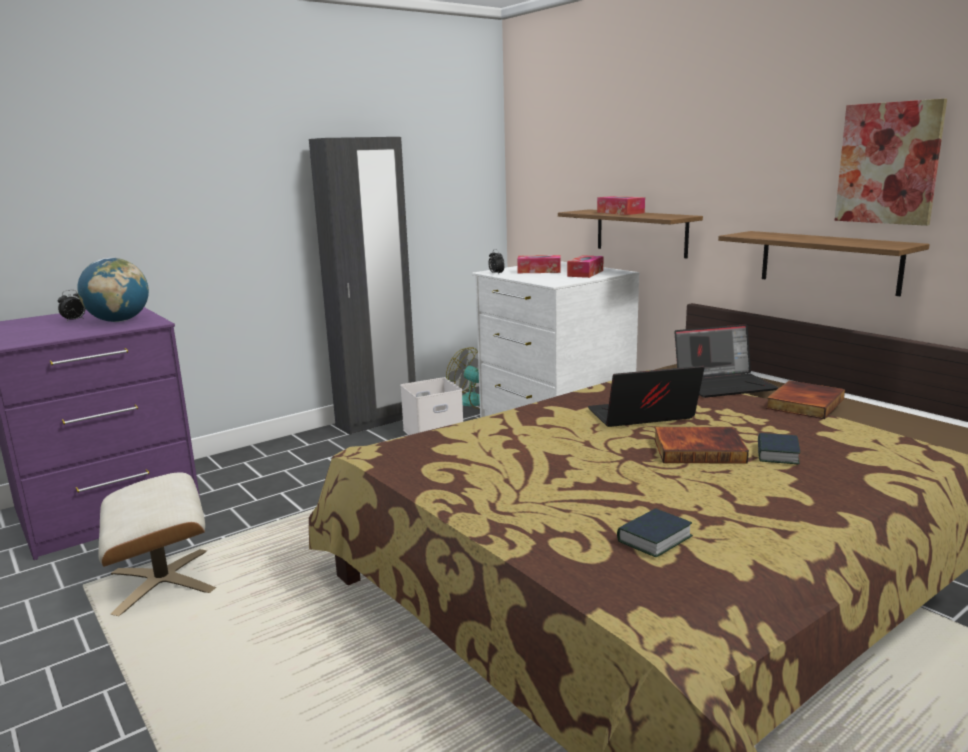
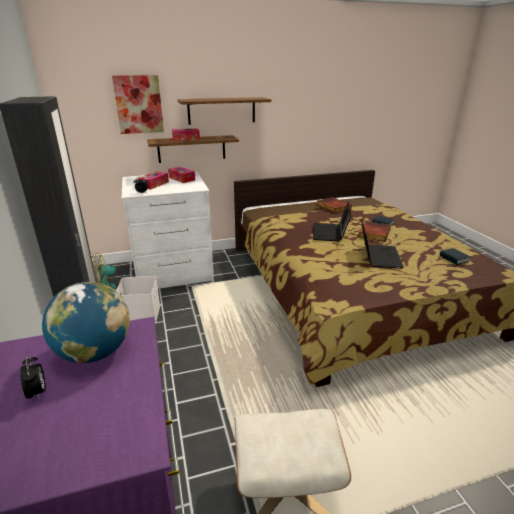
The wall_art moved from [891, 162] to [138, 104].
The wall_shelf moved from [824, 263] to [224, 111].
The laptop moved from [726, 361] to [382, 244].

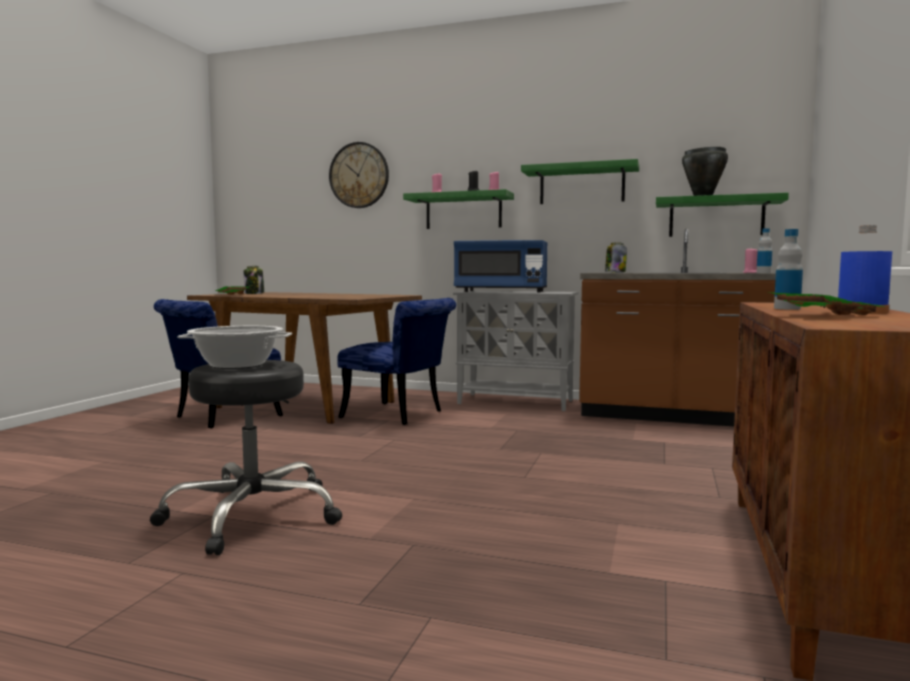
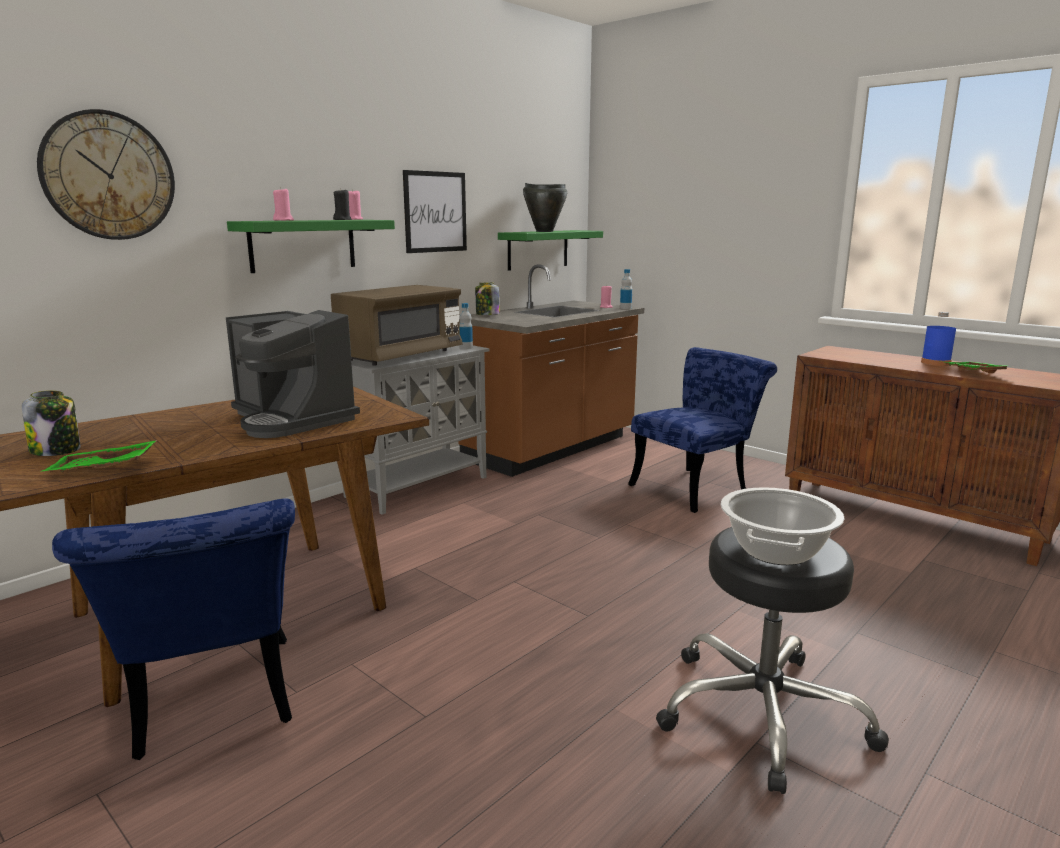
The green-coloured_wall_shelf at [580, 181] was replaced by the wall_art at [435, 211].
The drink_bottle moved from [788, 269] to [466, 326].
The blue-coloured_microwave at [500, 266] became the brownish_microwave at [396, 325].
The blue-coloured_chair moved from [396, 361] to [702, 430].
The coffee_brewer at [293, 374] appeared.

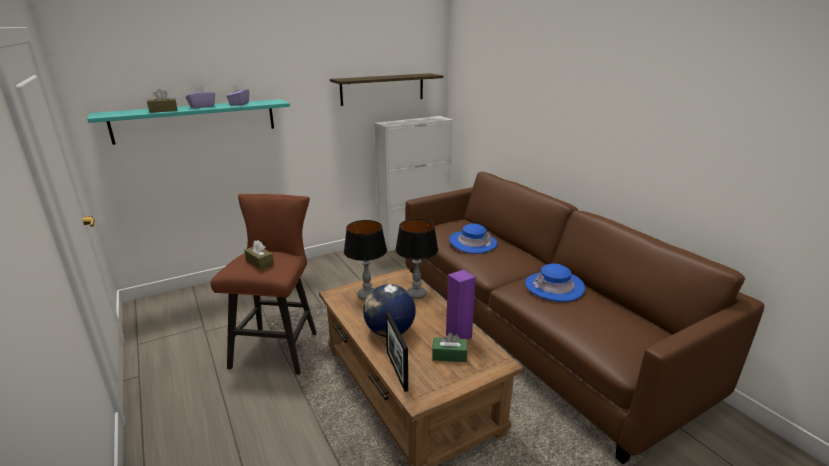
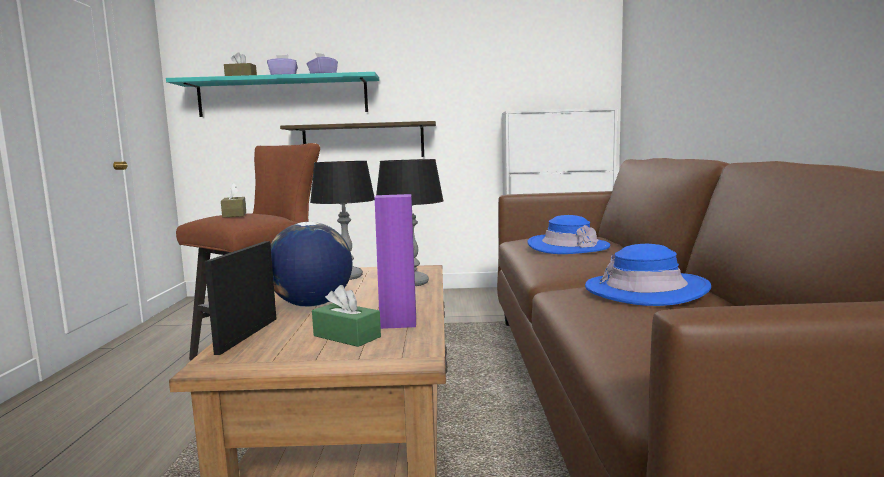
The wall_shelf moved from [386, 89] to [358, 139].

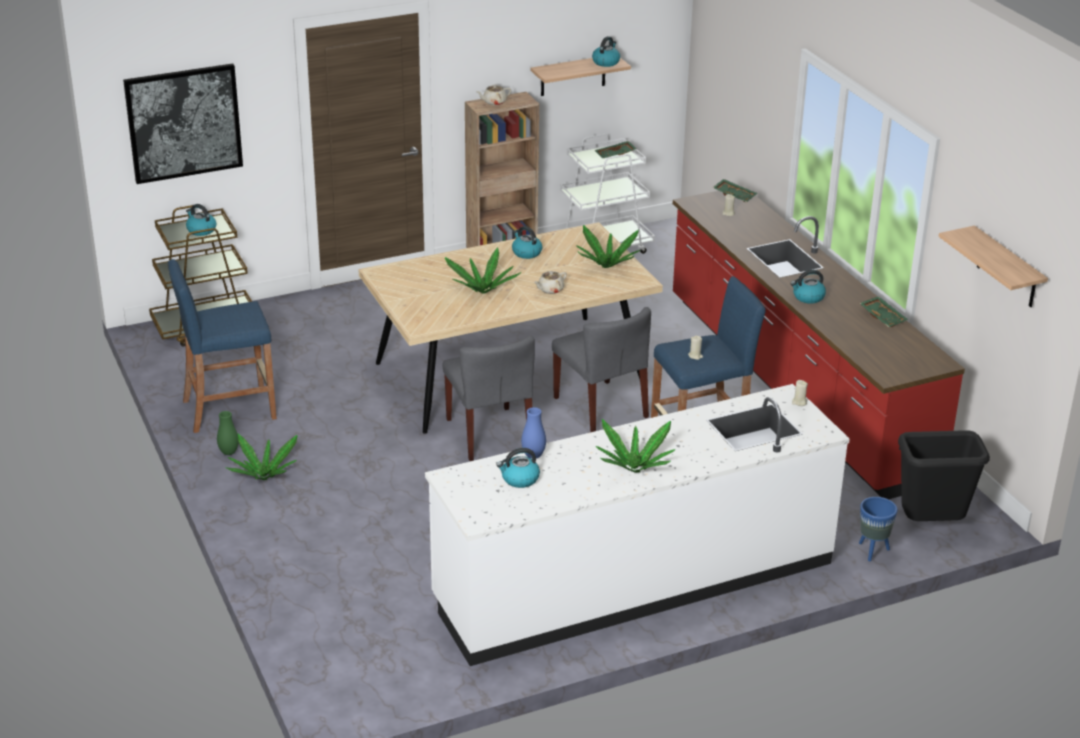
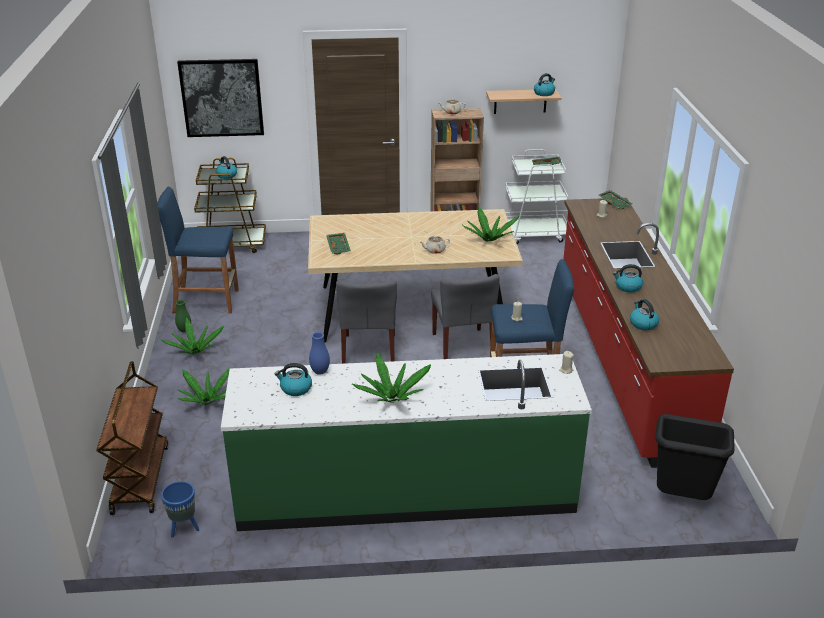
The water_kettle moved from [527, 242] to [644, 314].
The wall_shelf at [993, 266] disappeared.
The plant_in_a_pot moved from [483, 271] to [204, 386].
The green-coloured_carrying_tray moved from [884, 311] to [338, 244].
The white_counter at [637, 525] became the green-coloured_counter at [406, 442].
The blue-coloured_plant_pot moved from [878, 529] to [180, 509].
The brownish_cart at [132, 438] appeared.

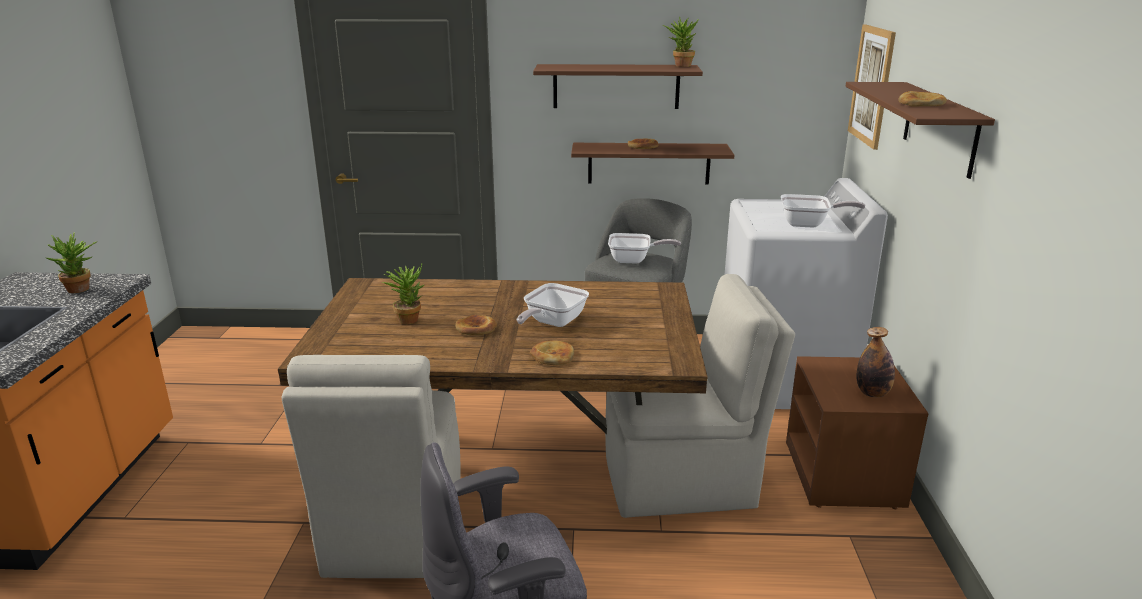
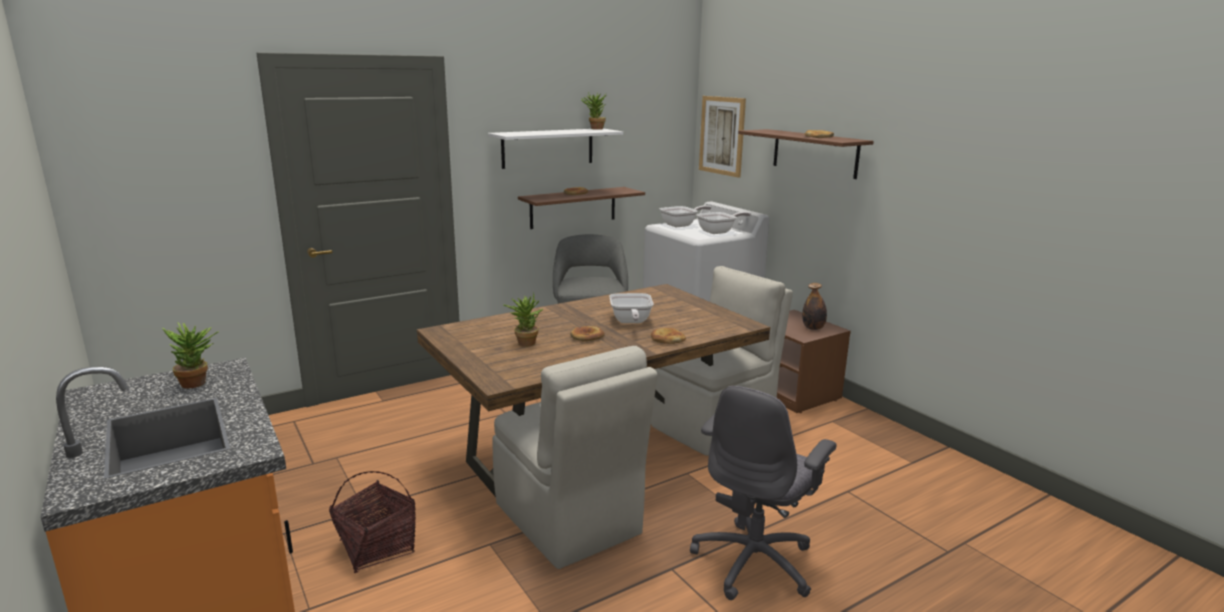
The brownish_wall_shelf at [618, 86] became the white_wall_shelf at [555, 149].
The frying_pan moved from [644, 248] to [685, 216].
The basket at [372, 522] appeared.

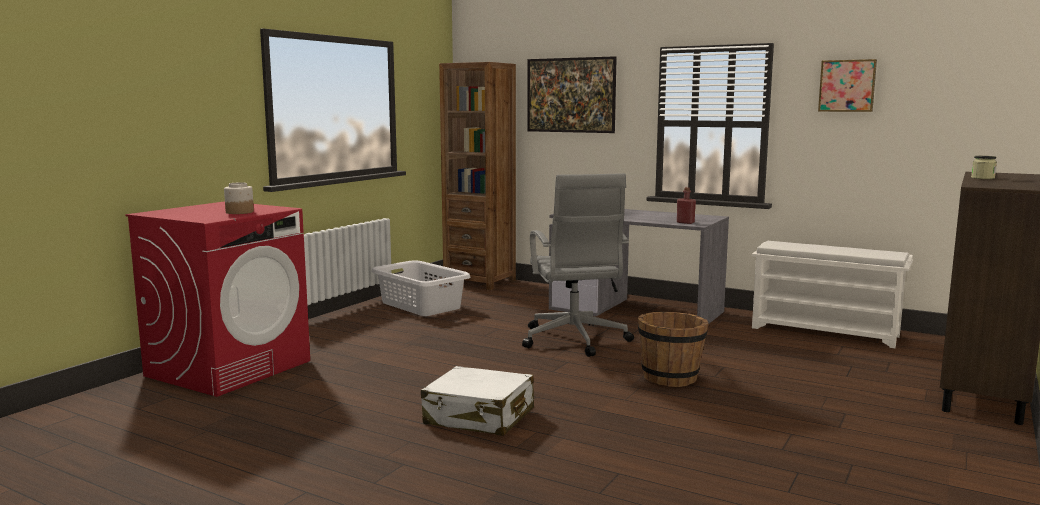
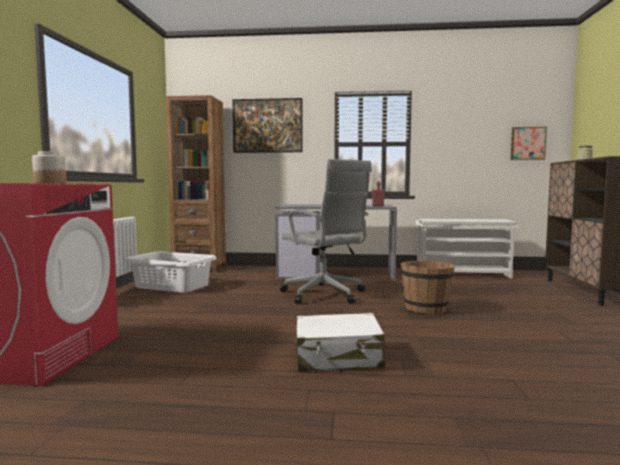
The wall_art moved from [847, 85] to [529, 143].

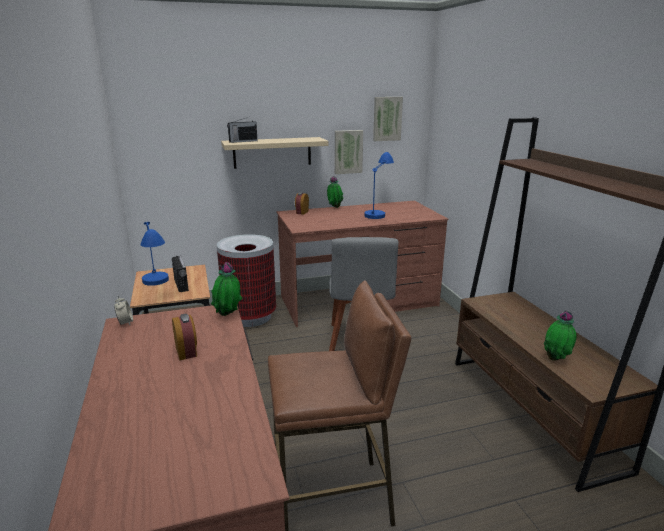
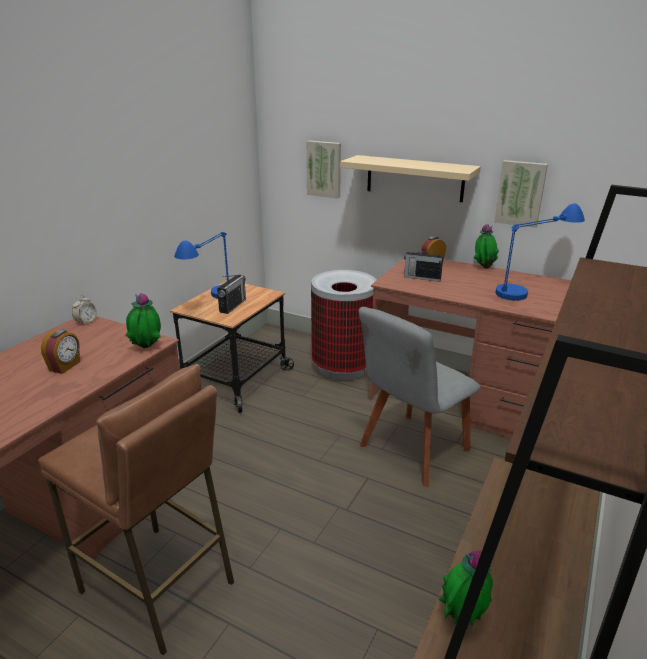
The wall_art moved from [388, 119] to [323, 169].
The radio_set moved from [242, 130] to [423, 266].

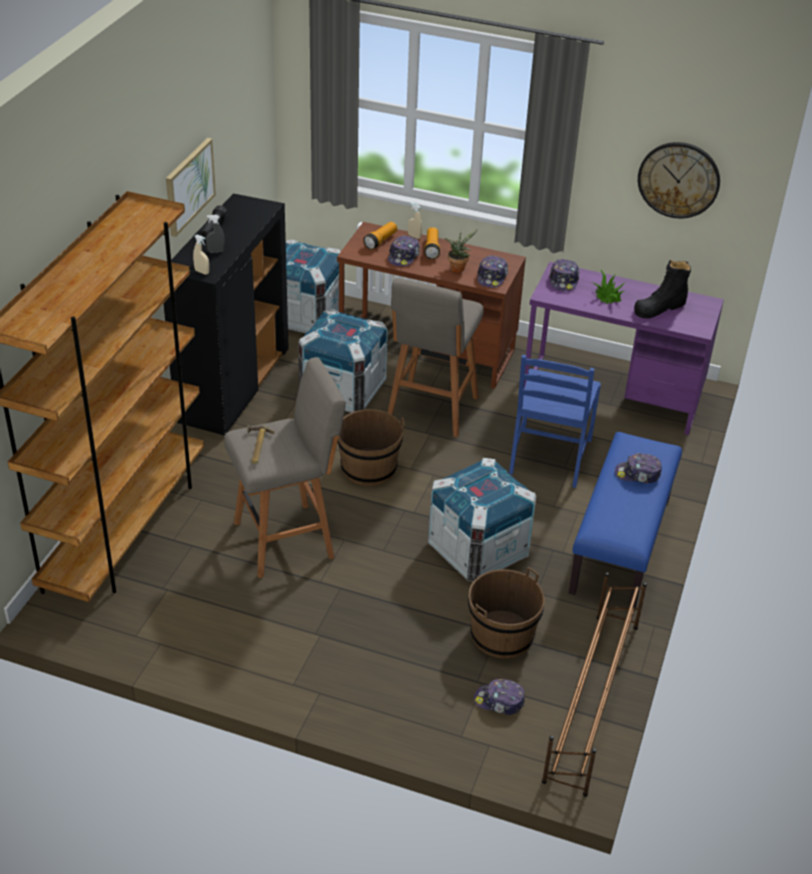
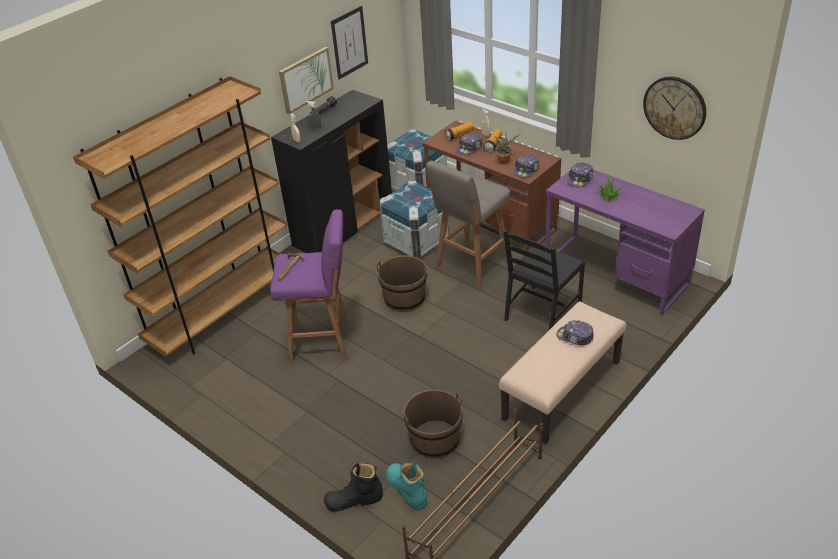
The black_tall_boot moved from [662, 289] to [353, 487].
The blue-coloured_chair at [555, 421] became the black_chair at [544, 280].
The greyish_stool at [285, 467] became the purple_stool at [309, 286].
The blue-coloured_long_seat at [625, 522] became the beige-coloured_long_seat at [562, 372].
The shipping_crate at [482, 519] disappeared.
The peaked_cap at [499, 696] was replaced by the turquoise-coloured_tall_boot at [406, 486].
The wall_art at [349, 43] appeared.

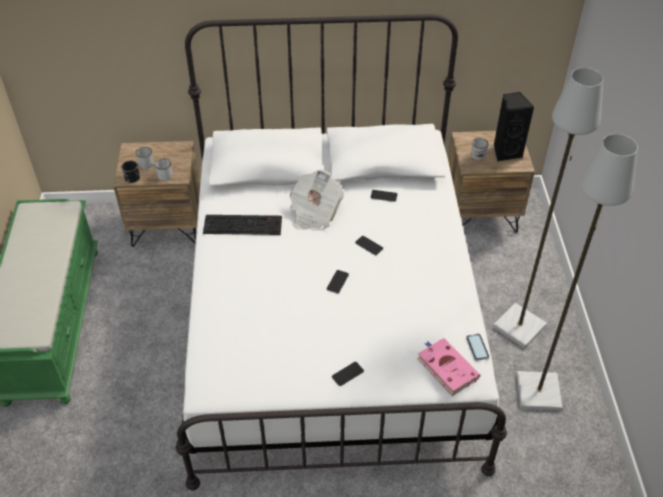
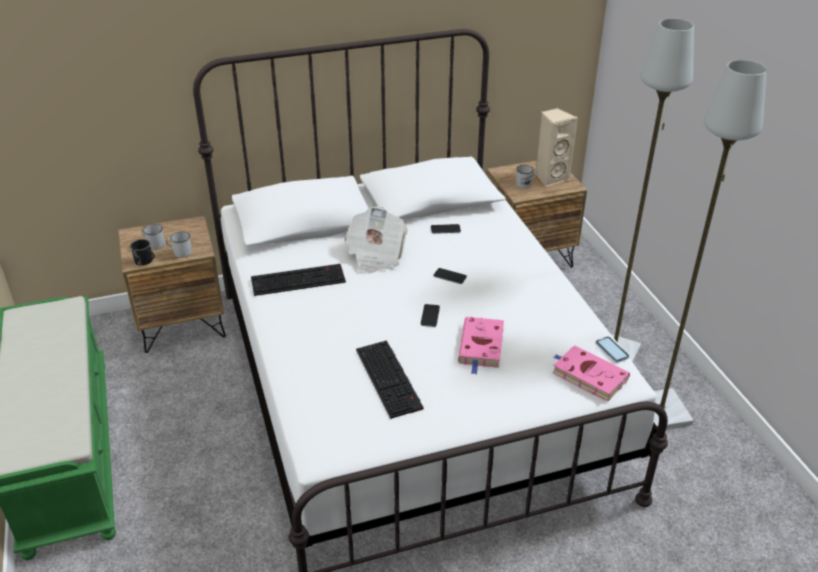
The black_audio_speaker at [514, 126] became the beige-coloured_audio_speaker at [556, 147].
The phone at [348, 374] disappeared.
The pink-coloured_volume at [481, 346] appeared.
The keyboard at [390, 379] appeared.

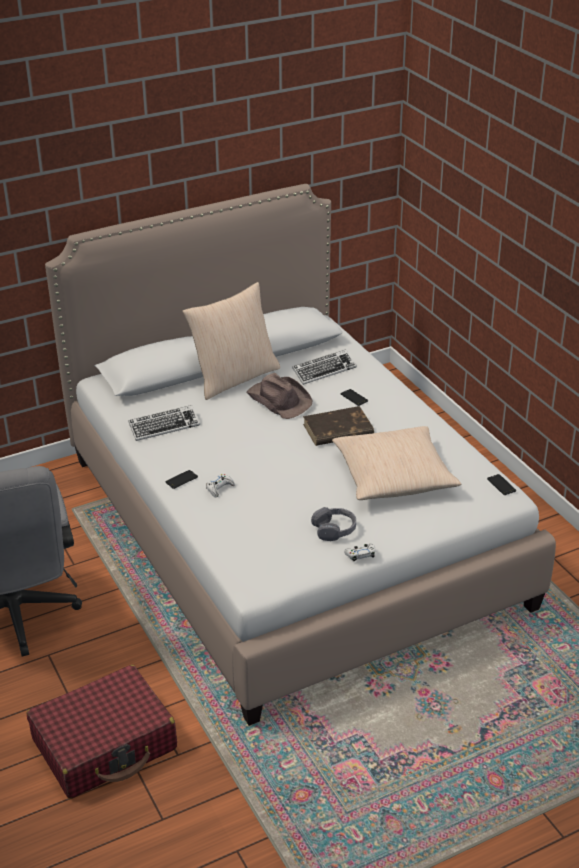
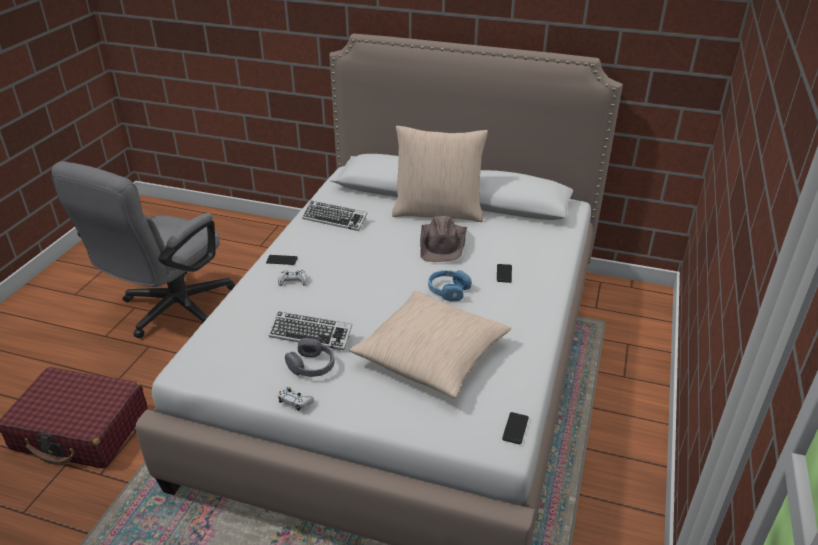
The keyboard moved from [324, 367] to [310, 330].
The brownish_volume at [338, 426] was replaced by the blue-coloured_headset at [450, 285].

